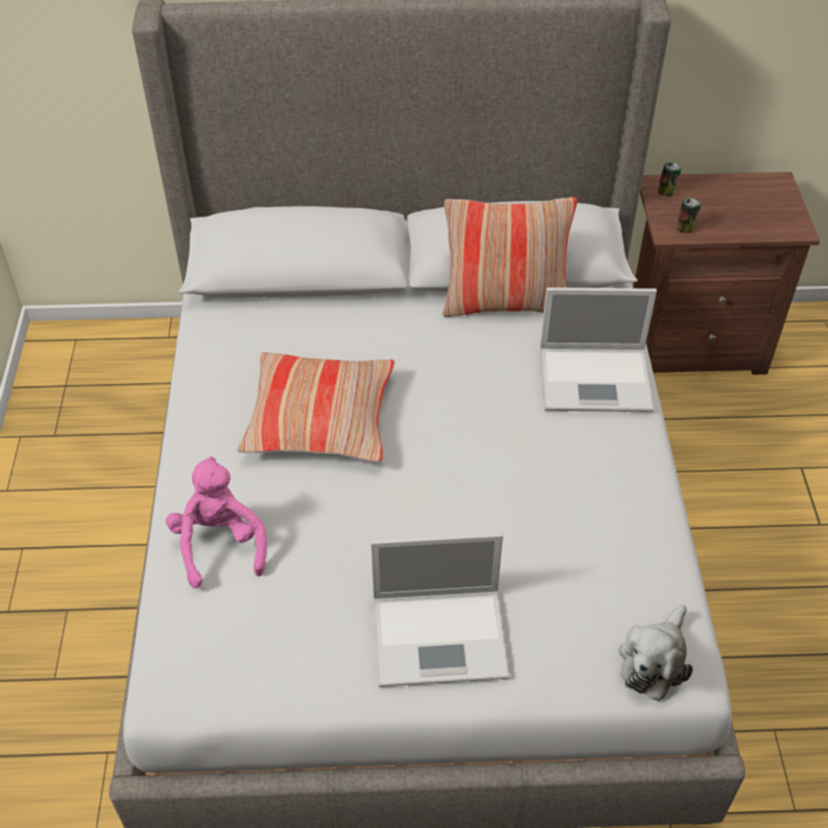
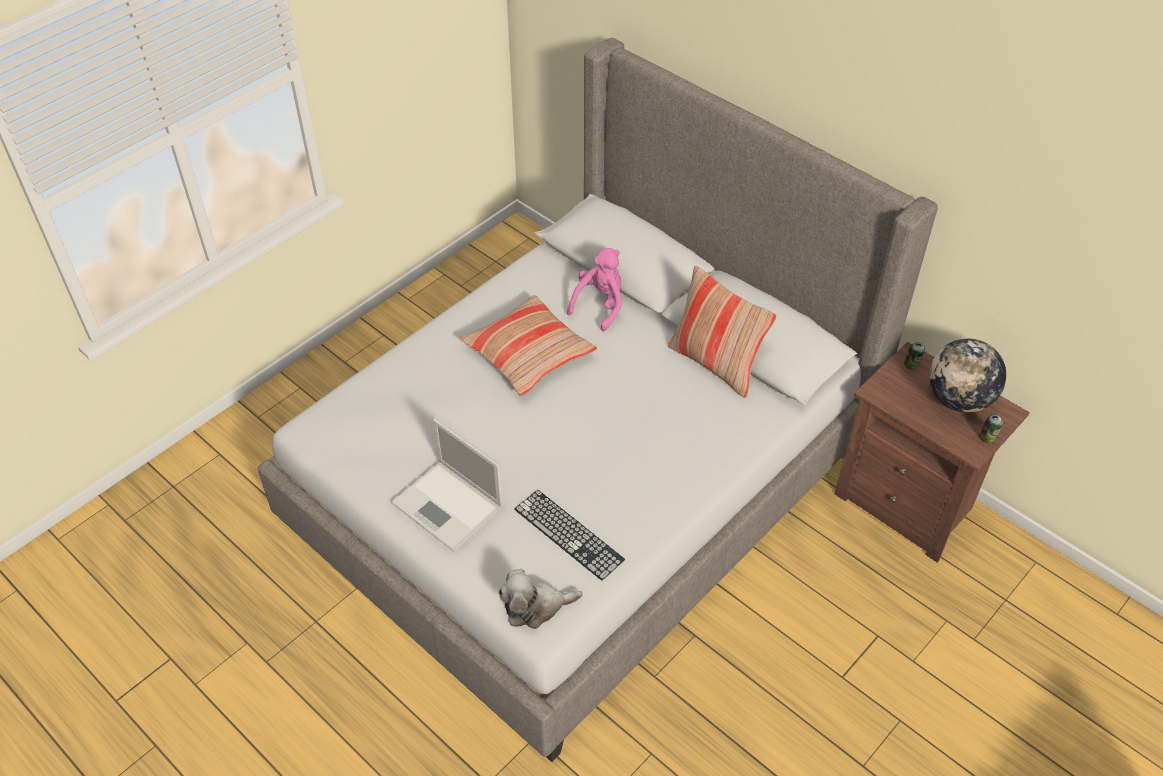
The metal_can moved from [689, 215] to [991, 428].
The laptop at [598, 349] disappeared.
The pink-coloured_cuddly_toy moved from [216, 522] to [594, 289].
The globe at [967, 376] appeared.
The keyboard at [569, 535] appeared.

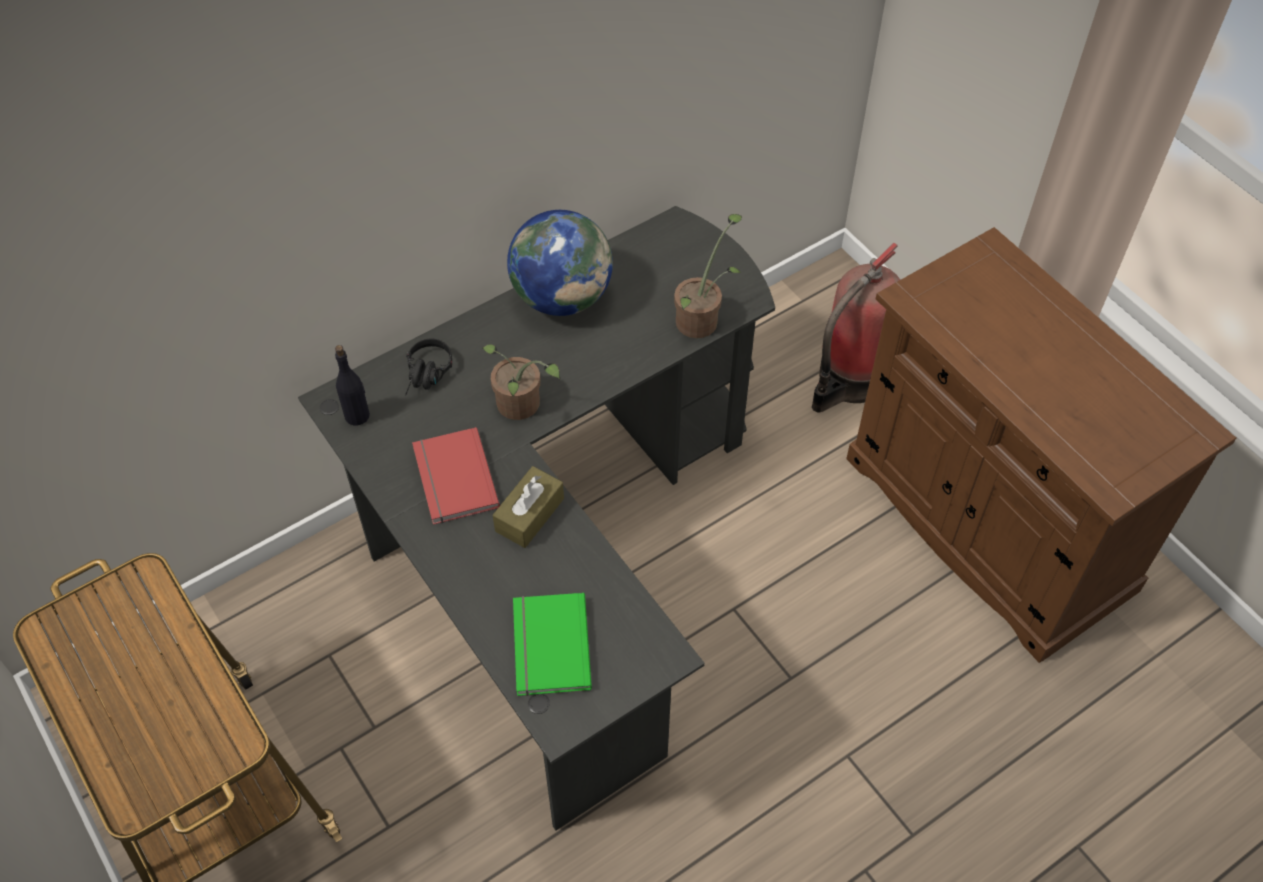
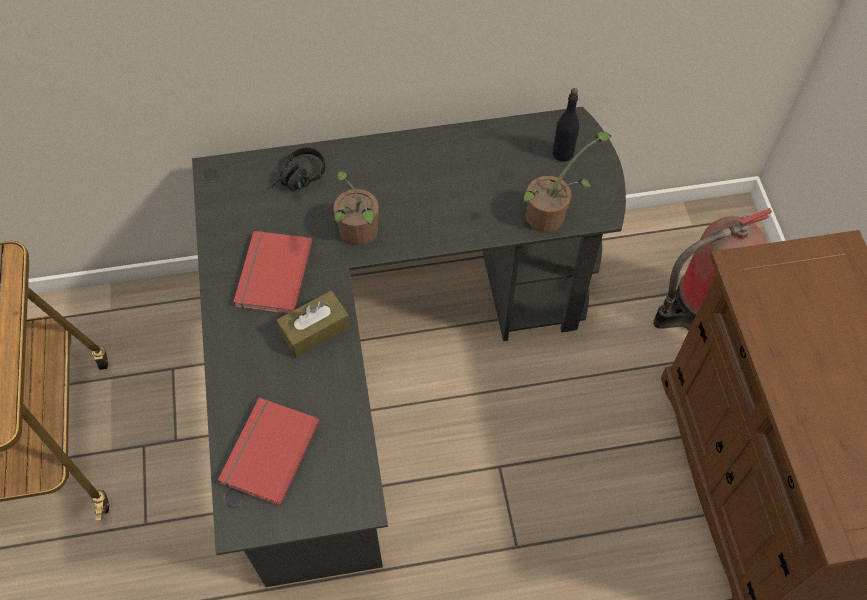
The globe at [560, 263] disappeared.
The black_drink_bottle moved from [352, 385] to [566, 125].
The green-coloured_volume at [552, 644] became the red_volume at [268, 452].

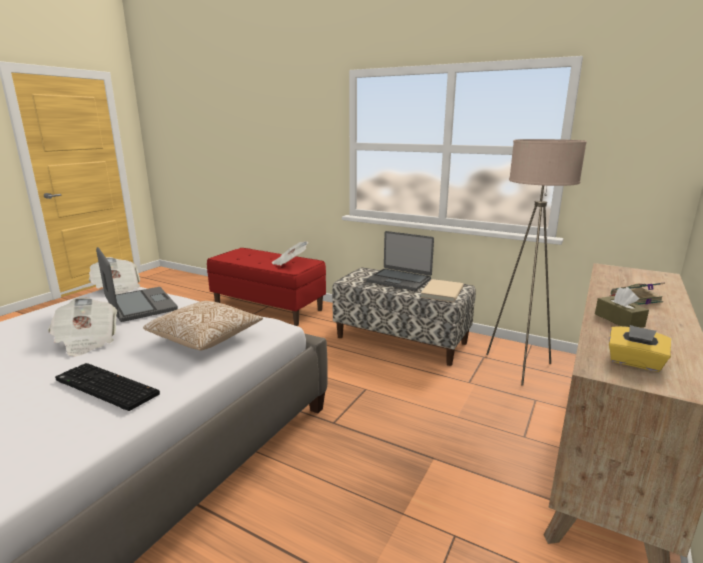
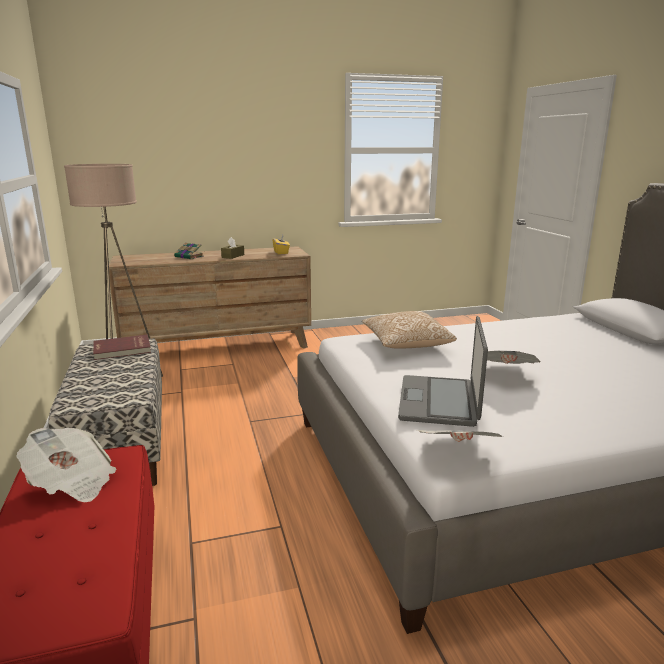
The laptop at [400, 261] disappeared.
The beige-coloured_volume at [442, 291] became the red_volume at [122, 347].
The keyboard at [107, 387] disappeared.

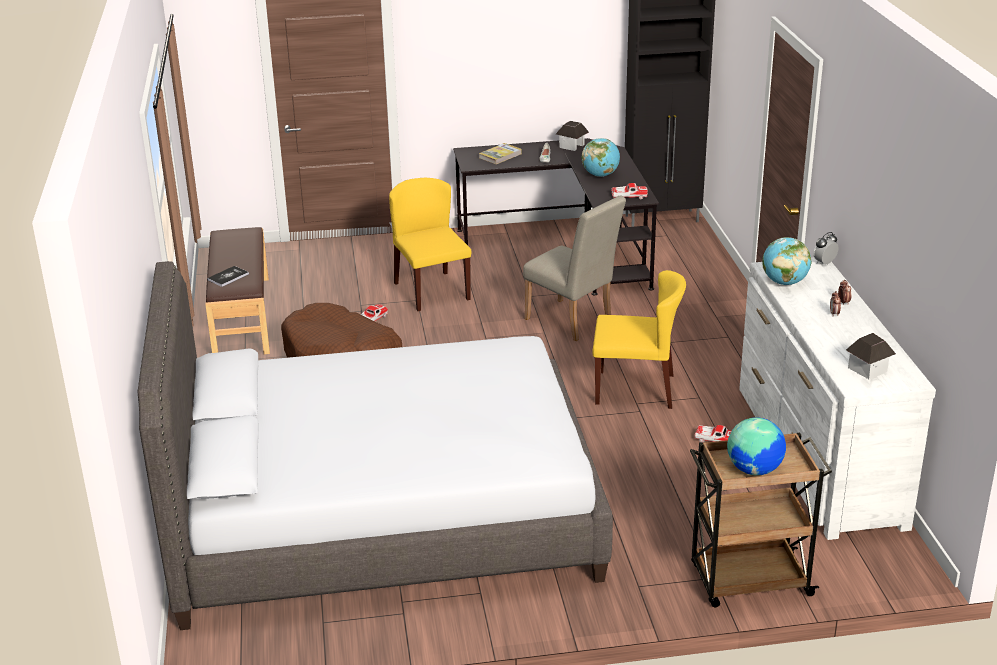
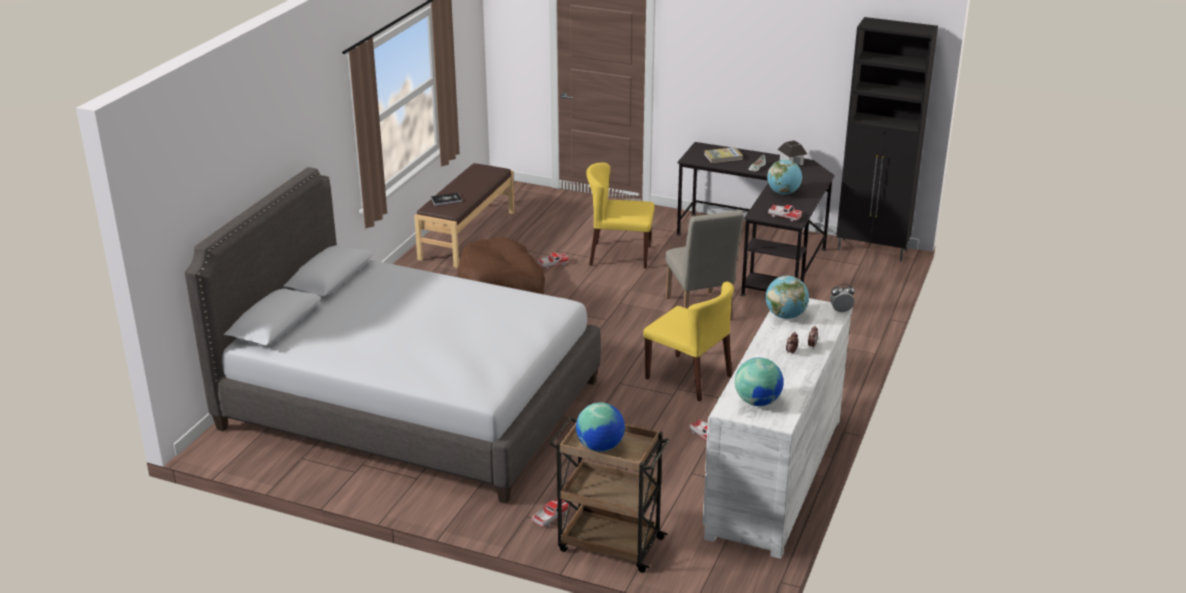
The yellowish_chair at [430, 244] turned 90 degrees counterclockwise.
The miniature_house at [871, 356] was replaced by the globe at [759, 382].
The model_car at [551, 513] appeared.

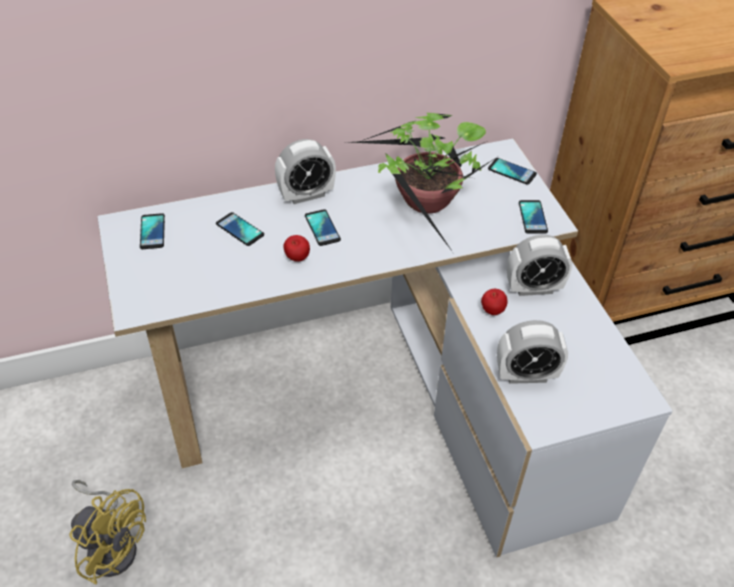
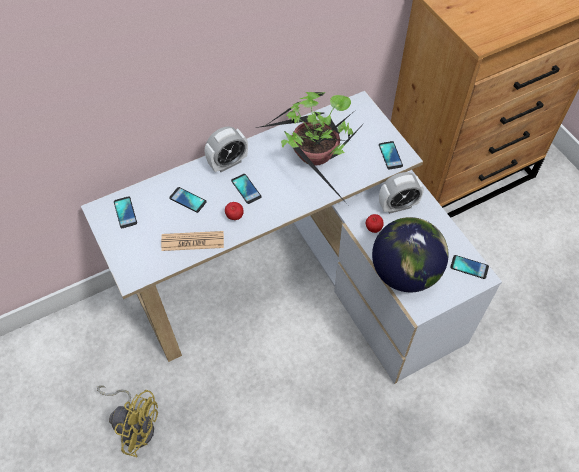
The phone moved from [512, 171] to [469, 267].
The bedside_clock at [532, 352] was replaced by the globe at [410, 254].
The printed_paper at [192, 241] appeared.

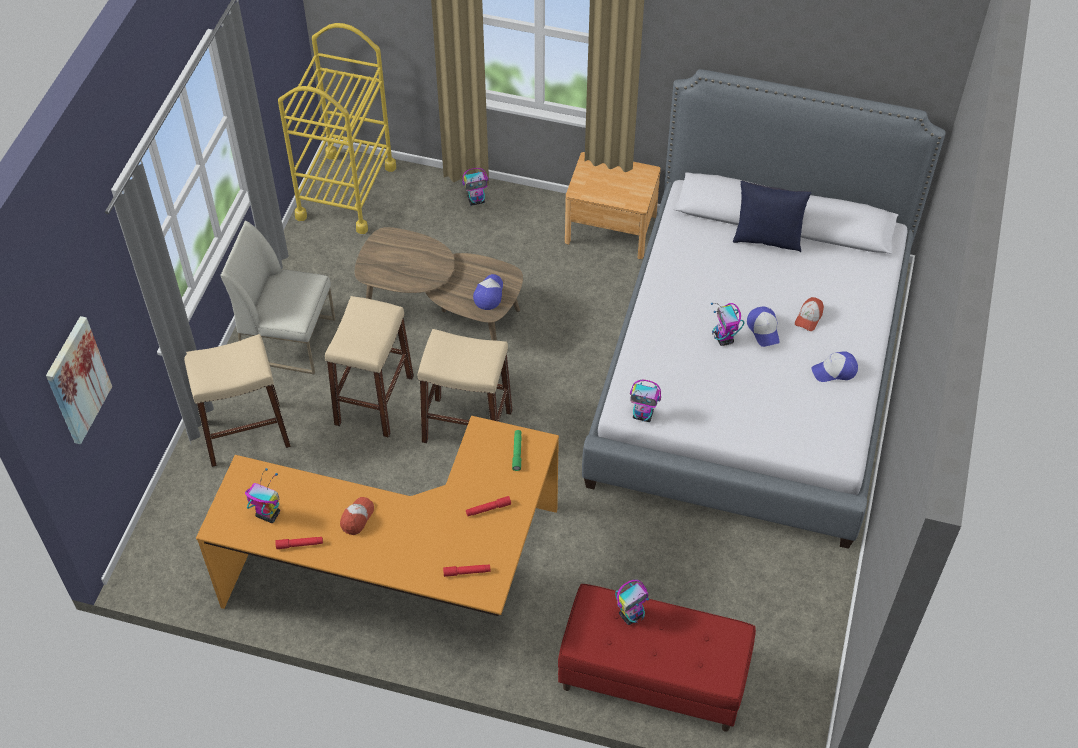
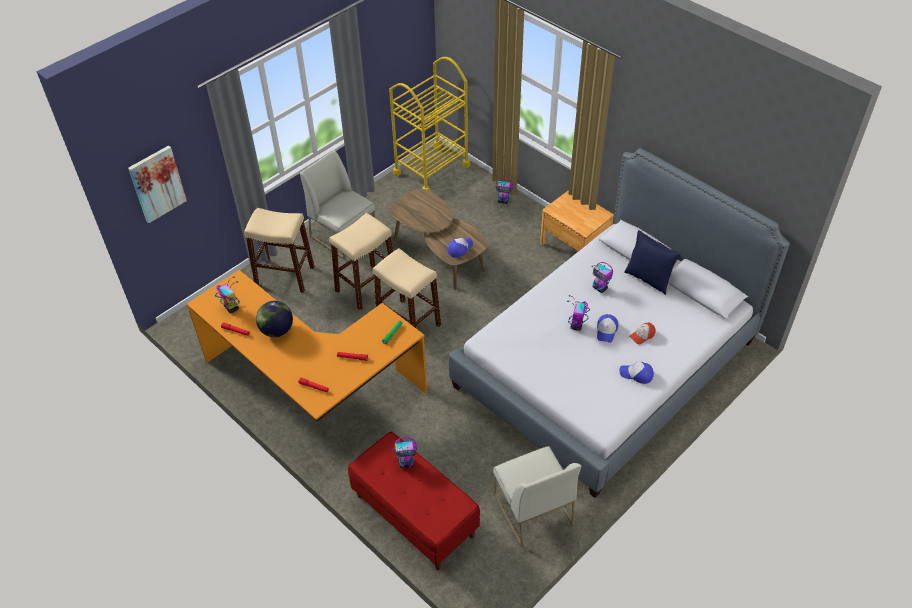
The toy_robot moved from [645, 401] to [602, 277].
The peaked_cap at [357, 516] was replaced by the globe at [274, 319].
The white_chair at [537, 496] appeared.

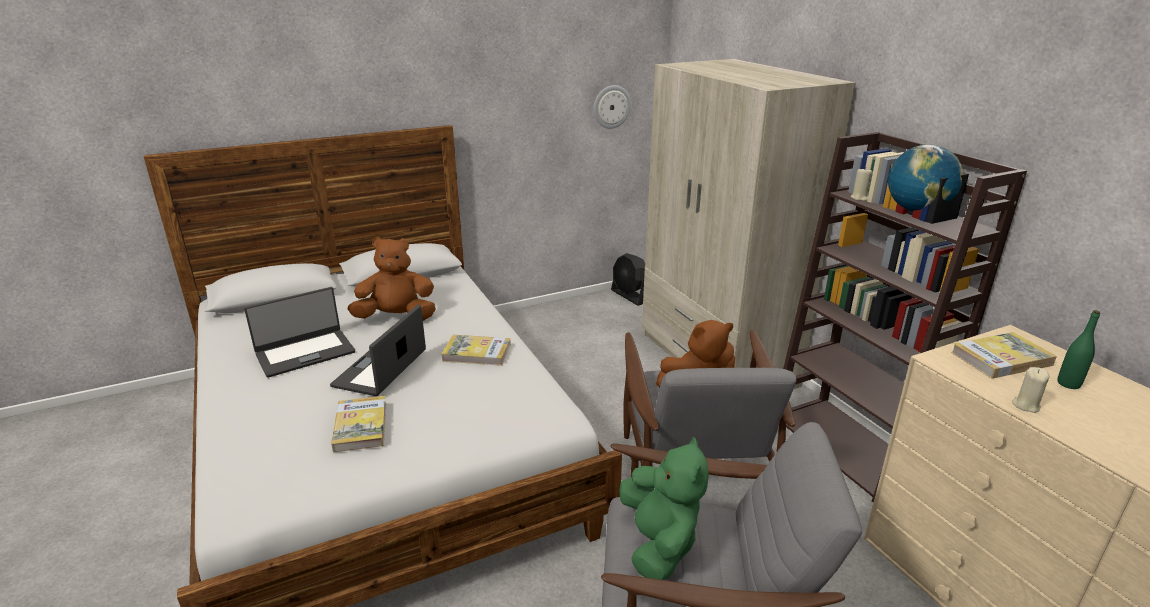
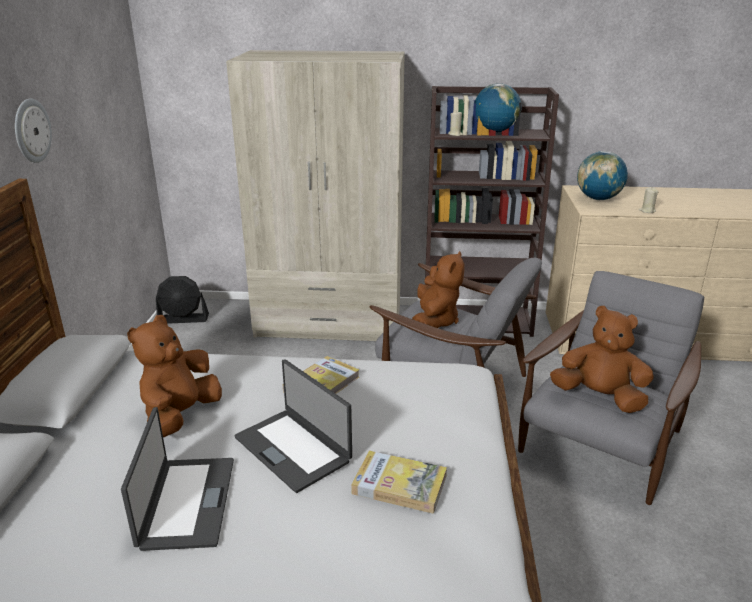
The clock_on_the_wall moved from [612, 107] to [33, 130].
The green-coloured_drink_bottle at [1078, 349] disappeared.
The volume at [1004, 355] was replaced by the globe at [602, 175].
The green-coloured_cuddly_toy at [664, 508] became the brownish_cuddly_toy at [602, 359].

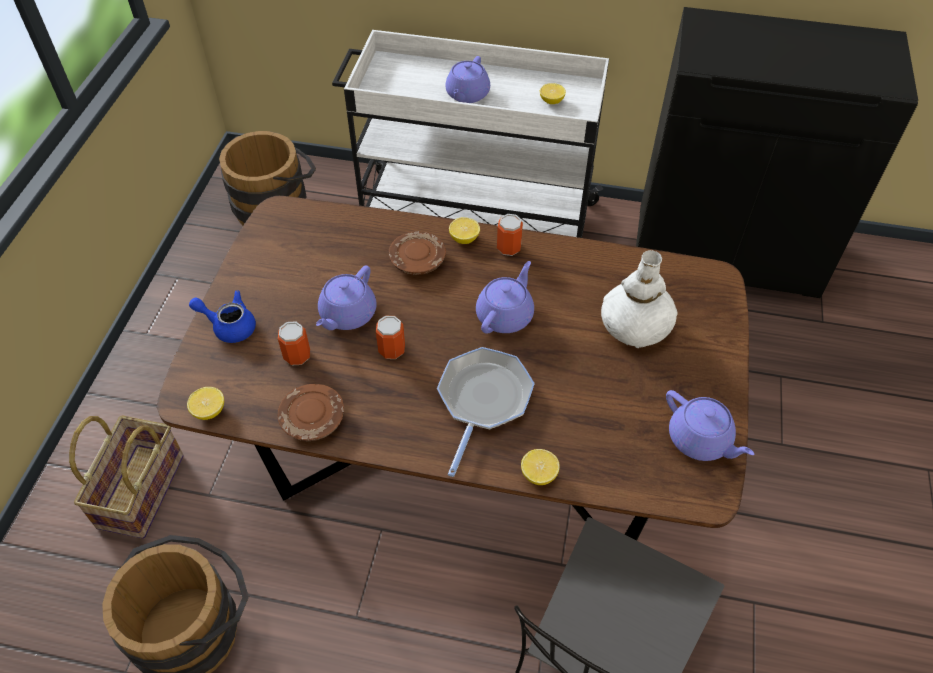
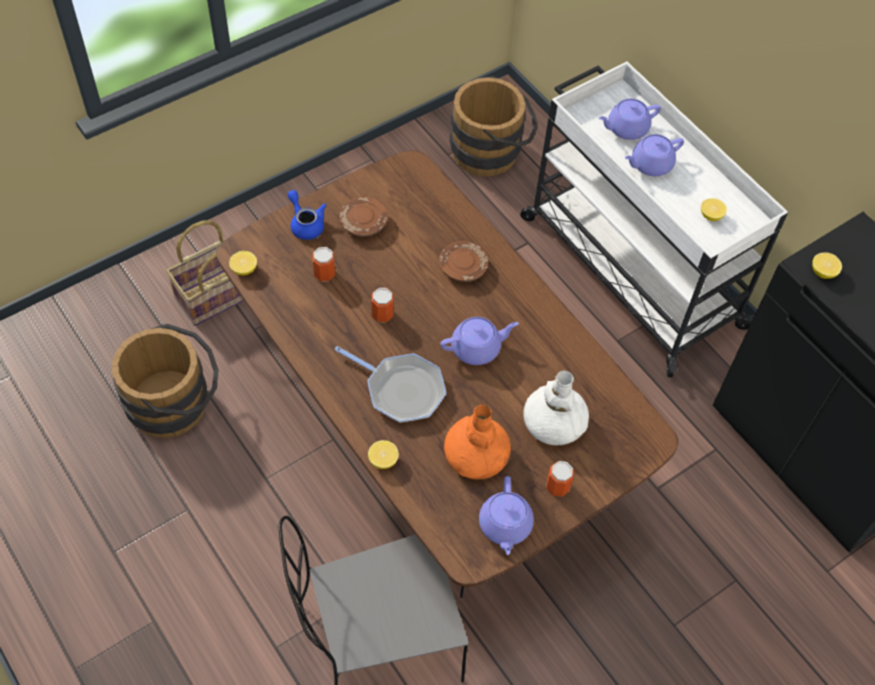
The metal_can moved from [510, 235] to [560, 479].
The whole_lemon moved from [464, 230] to [827, 265].
The purple_pot_for_tea moved from [346, 298] to [630, 119].
The frying_pan at [486, 412] turned 60 degrees clockwise.
The brownish_dinner_plate moved from [310, 412] to [363, 217].
The orange-coloured_vase at [477, 442] appeared.

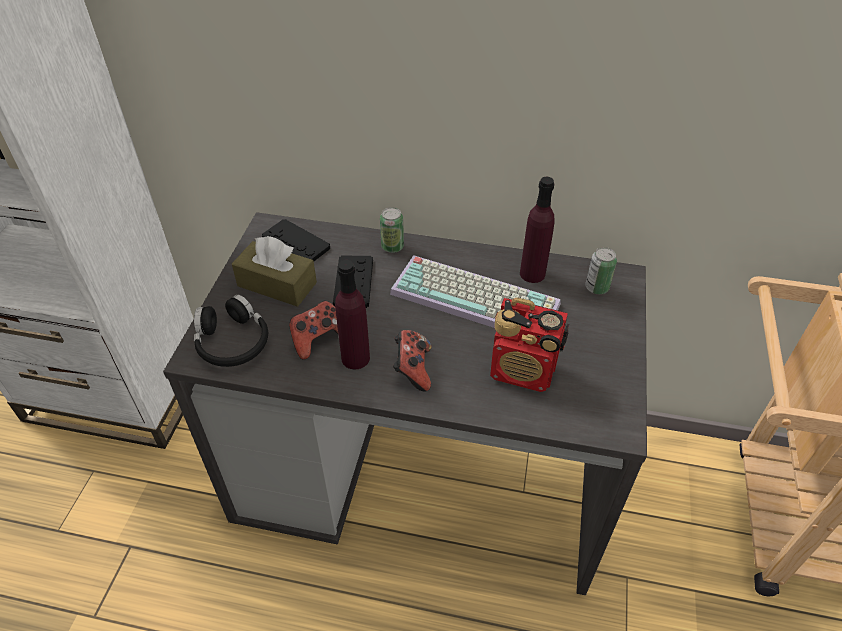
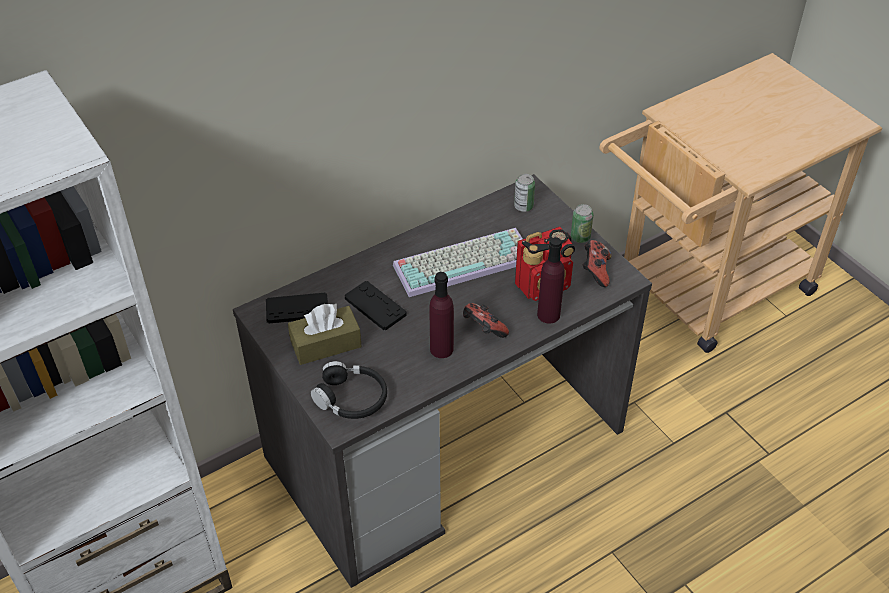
The purple_drink_bottle moved from [537, 230] to [551, 280].
The metal_can moved from [392, 230] to [582, 223].
The joypad moved from [313, 330] to [597, 263].

